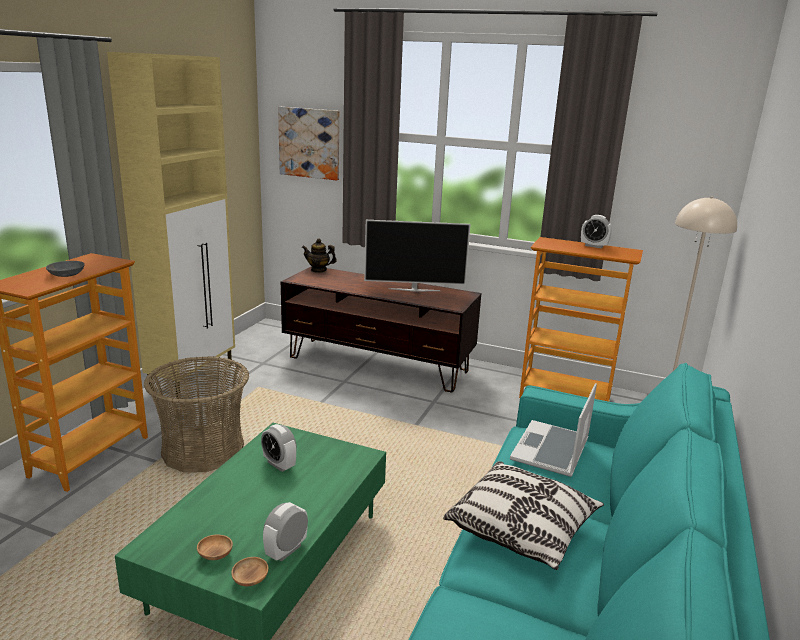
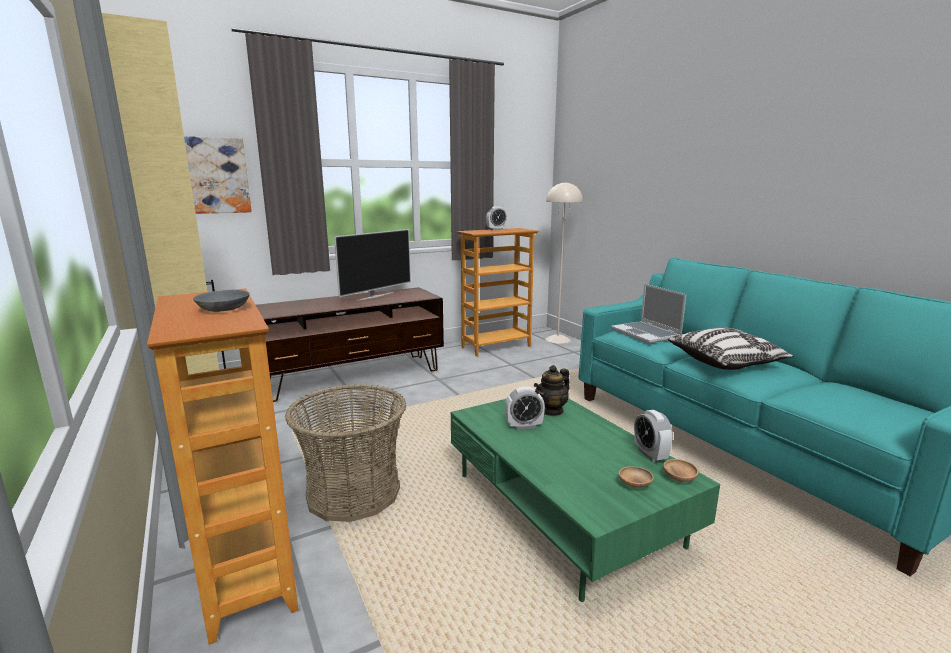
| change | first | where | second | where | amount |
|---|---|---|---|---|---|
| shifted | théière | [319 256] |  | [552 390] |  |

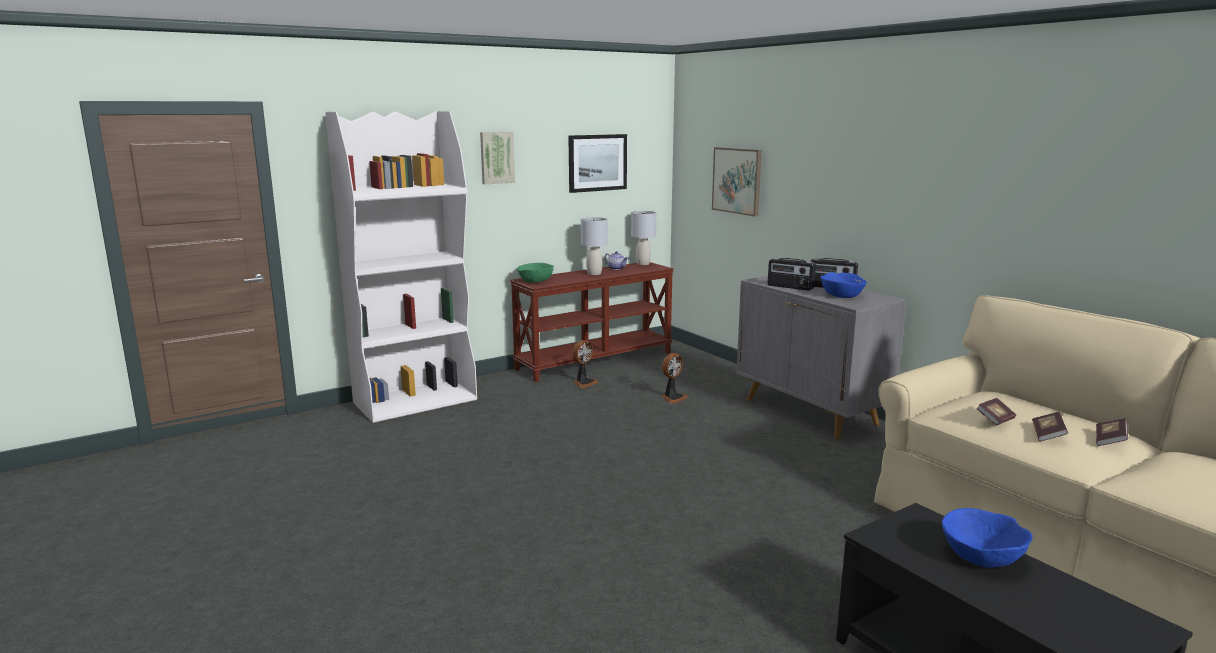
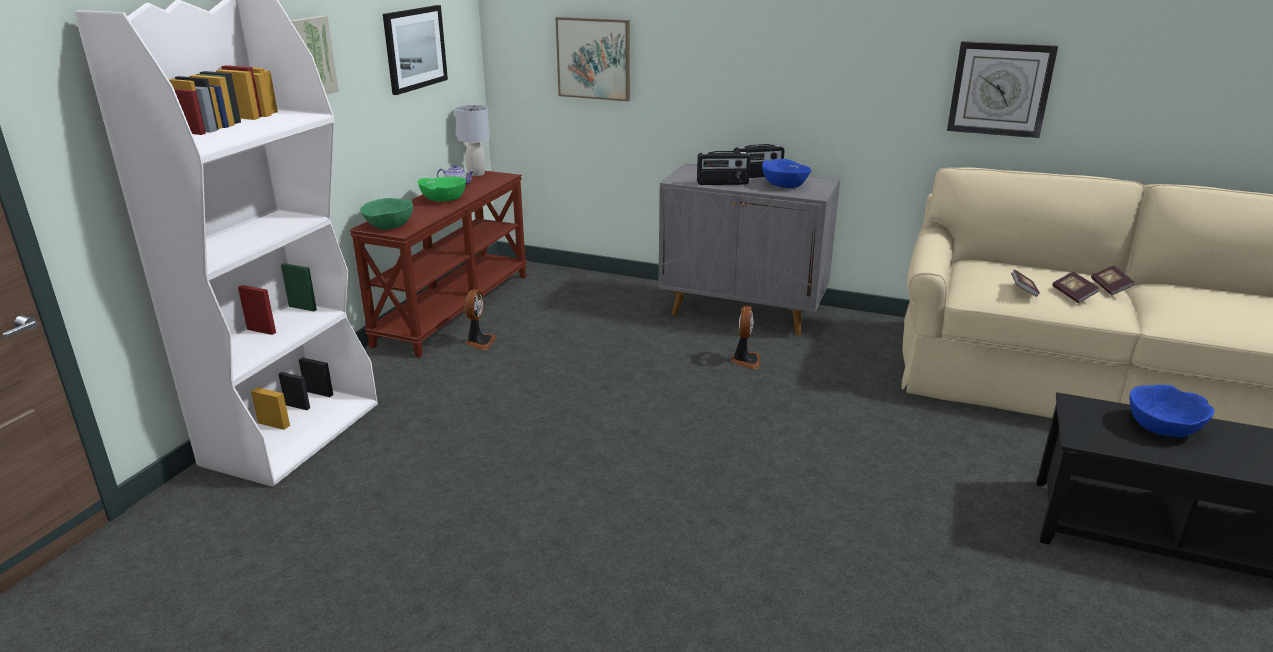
| change | first | where | second | where | amount |
|---|---|---|---|---|---|
| swapped | lampe de table/gris | [594 246] | bol/vert | [441 189] |  |
| shifted | ventilateur | [675 378] |  | [745 337] |  |
| new |  |  | horloge murale | [1002 89] |  |

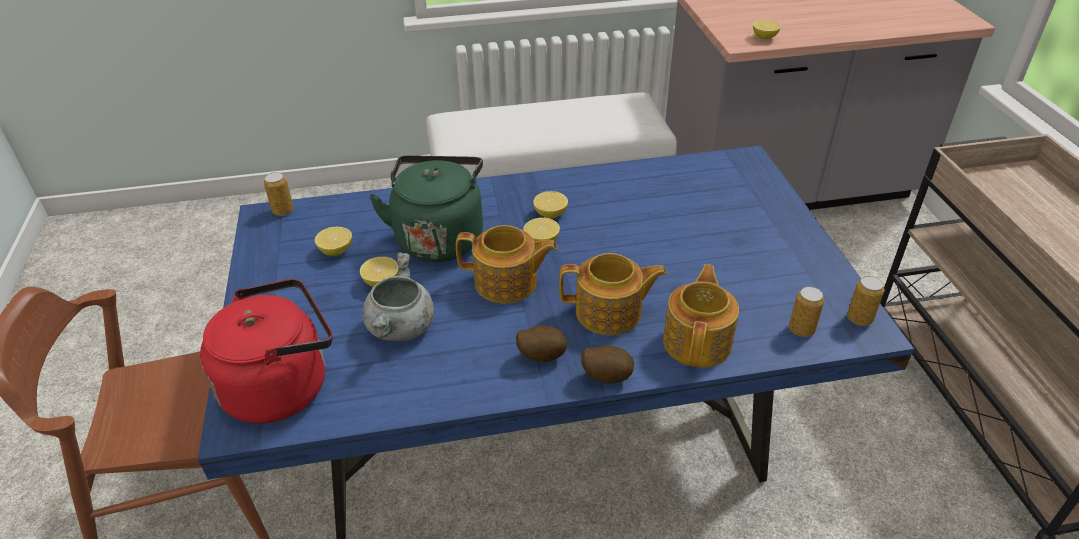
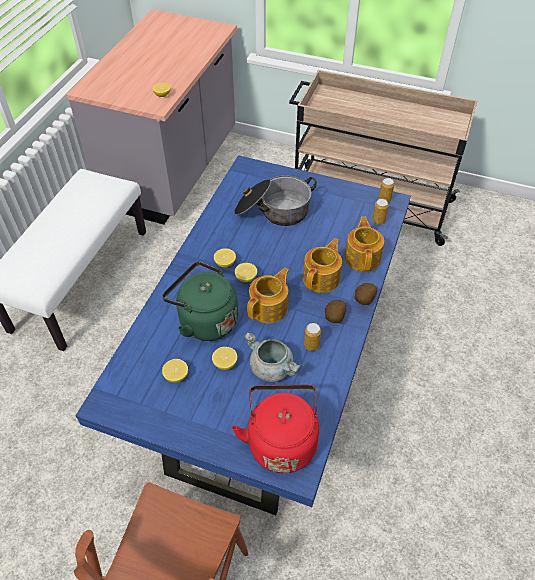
| change | first | where | second | where | amount |
|---|---|---|---|---|---|
| shifted | boîte métallique | [279 194] |  | [312 337] |  |
| rotated | théière | [701 316] |  | [364 244] | 45 degrees clockwise |
| new |  |  | marmite | [275 200] |  |

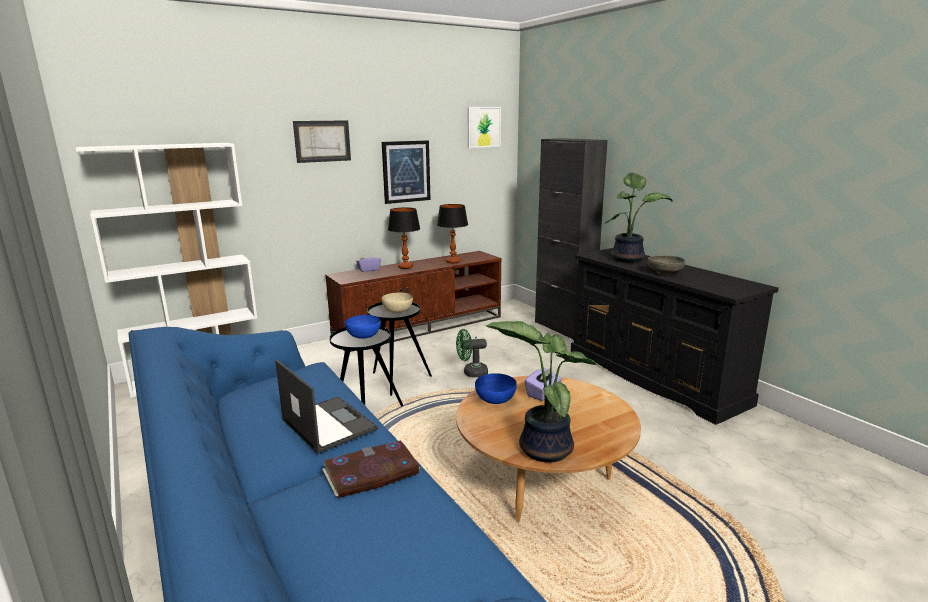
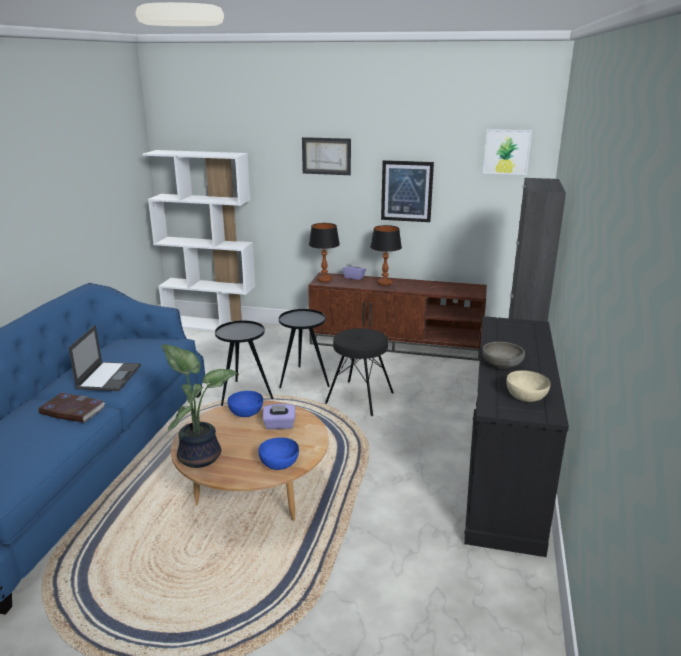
| change | first | where | second | where | amount |
|---|---|---|---|---|---|
| shifted | bol/bleu | [363 327] |  | [279 453] |  |
| shifted | bol/beige | [397 303] |  | [528 386] |  |
| shifted | lampe de table | [452 233] |  | [324 252] |  |
| swapped | ventilateur/vert | [472 353] | tabouret/noir | [359 372] |  |
| gone | plante en pot | [639 217] |  |  |  |

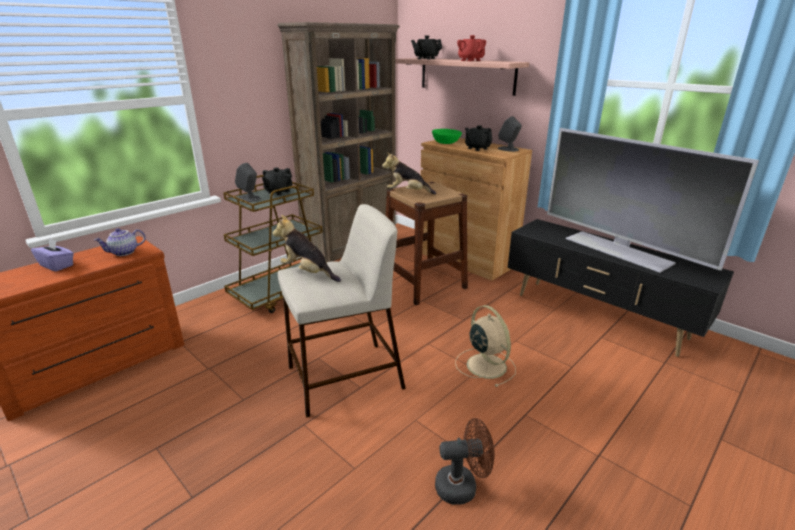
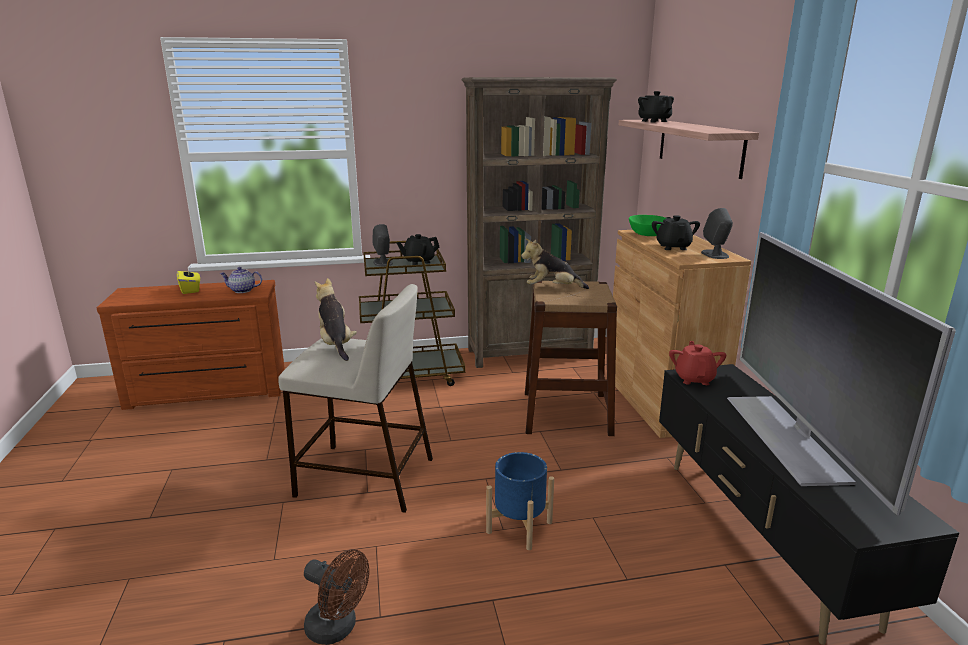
| change | first | where | second | where | amount |
|---|---|---|---|---|---|
| repainted | boîte à mouchoirs/violet | [52 254] | boîte à mouchoirs/jaune | [188 281] |  |
| rotated | peluche | [409 173] |  | [555 263] | 45 degrees counterclockwise |
| swapped | ventilateur/beige | [485 346] | cache-pot/bleu | [520 501] |  |
| shifted | théière/rouge | [471 48] |  | [698 363] |  |

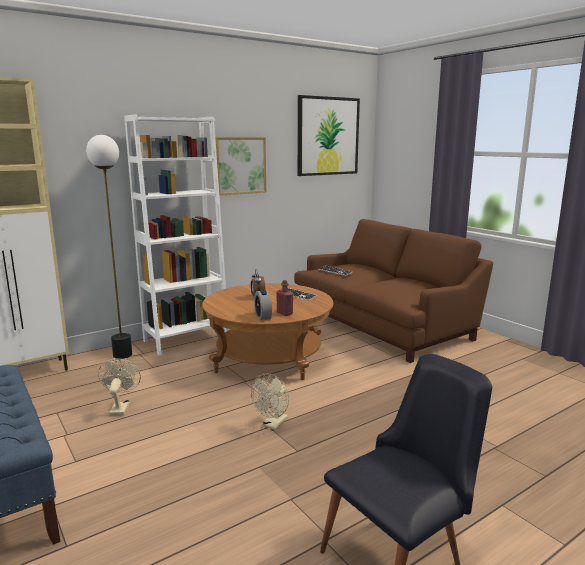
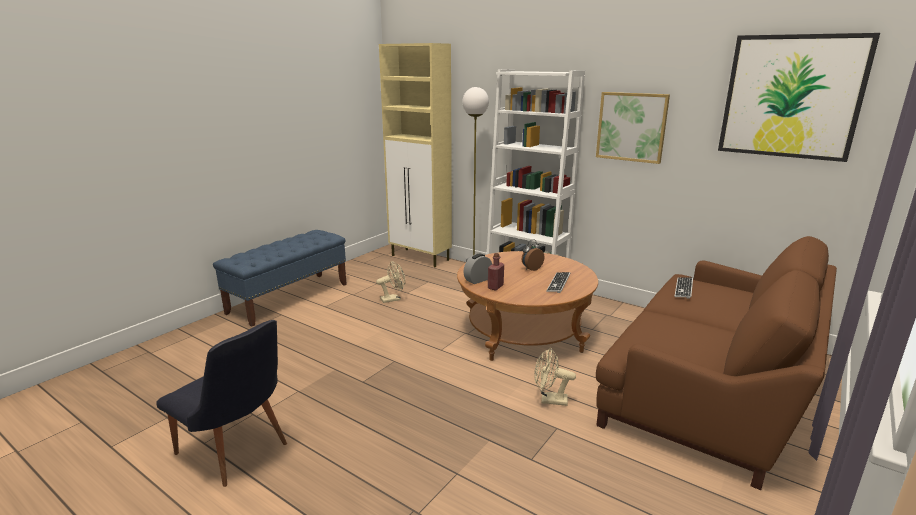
| change | first | where | second | where | amount |
|---|---|---|---|---|---|
| shifted | ventilateur/beige | [270 402] |  | [555 377] |  |

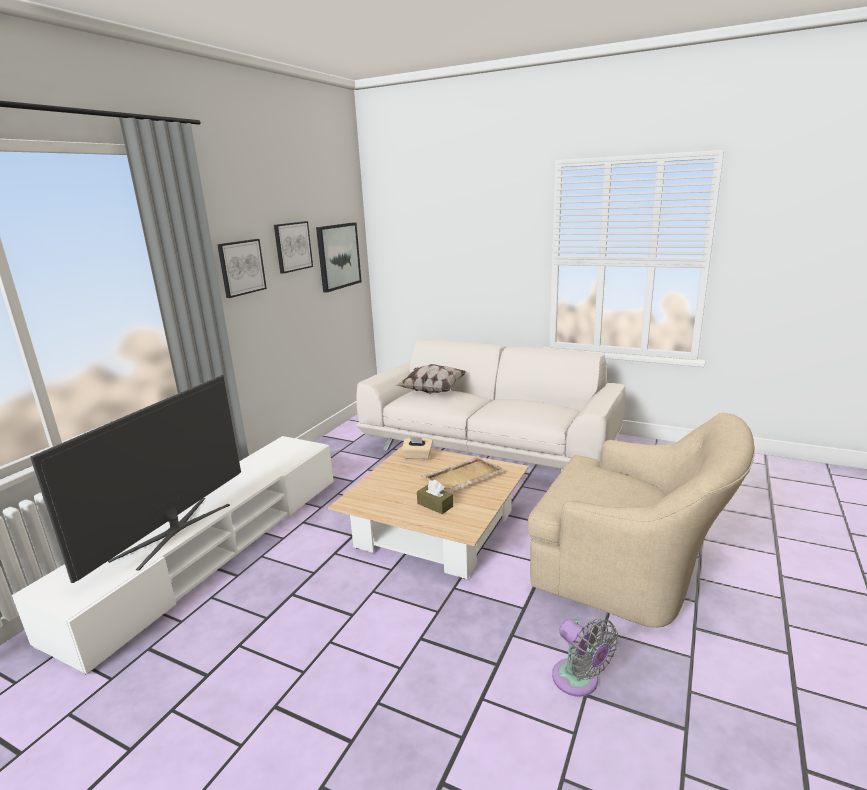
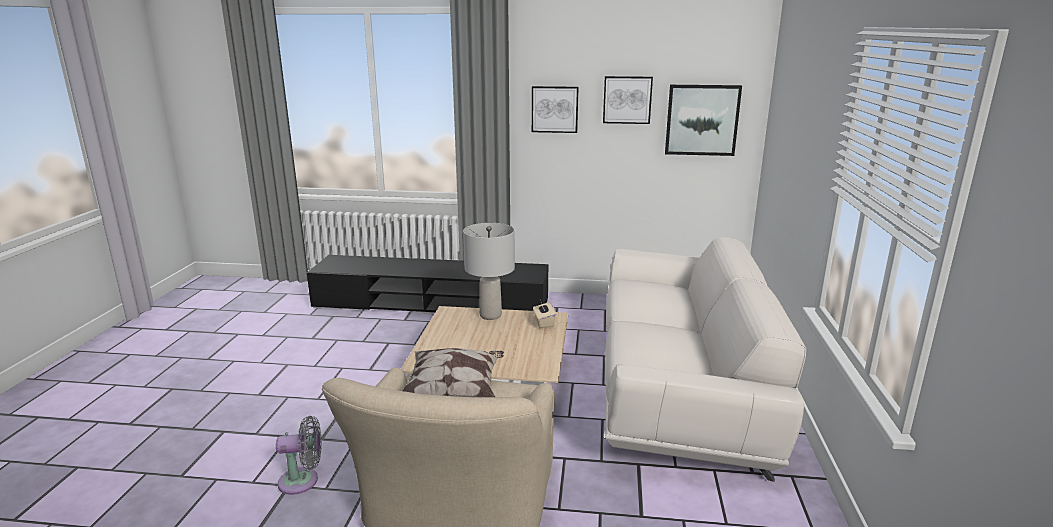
| change | first | where | second | where | amount |
|---|---|---|---|---|---|
| repainted | meuble télé/blanc | [173 555] | meuble télé/noir | [427 284] |  |
| gone | téléviseur | [135 479] |  |  |  |
| shifted | coussin | [431 379] |  | [453 372] |  |
| gone | boîte à mouchoirs/marron | [435 497] |  |  |  |
| gone | plateau/beige | [463 474] |  |  |  |
| rotated | ventilateur/gris | [585 658] |  | [299 455] | 135 degrees counterclockwise |
| new |  |  | lampe de table/gris | [489 271] |  |

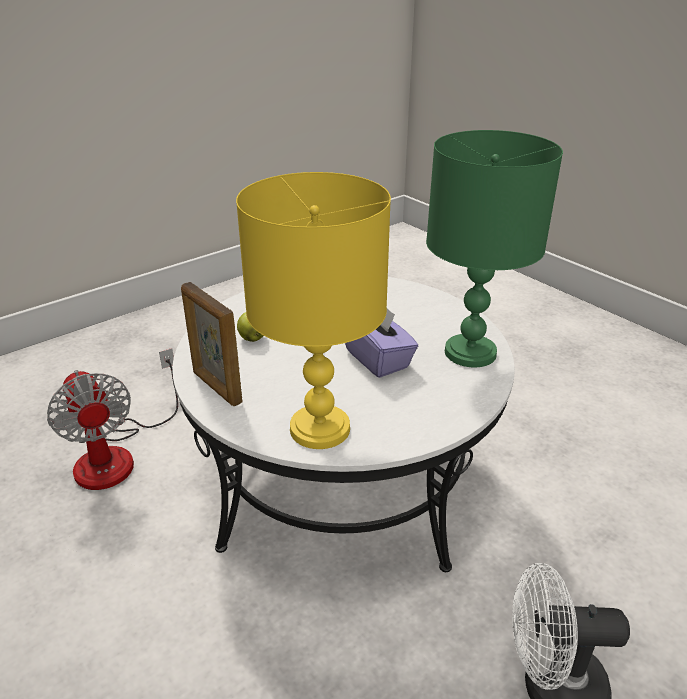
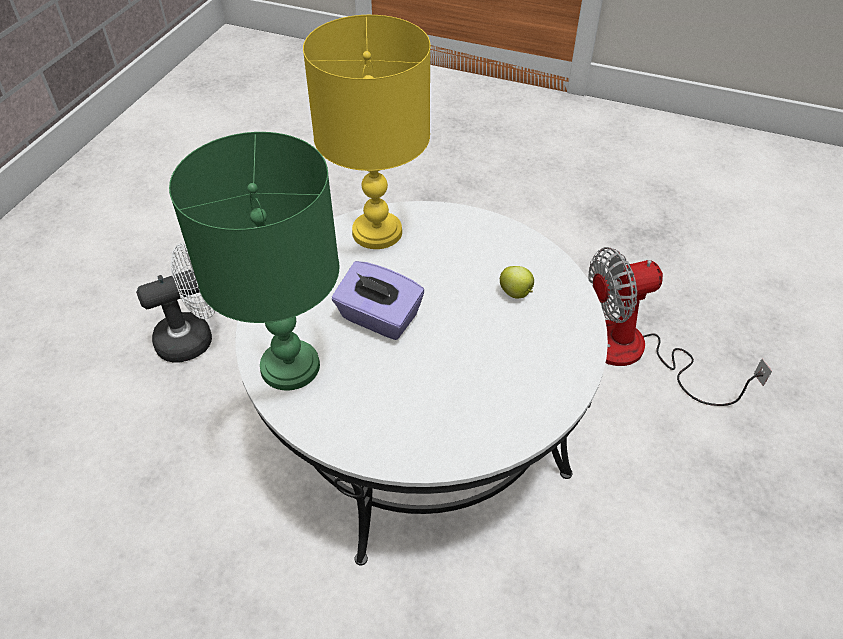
| change | first | where | second | where | amount |
|---|---|---|---|---|---|
| rotated | ventilateur | [112 419] |  | [680 326] | 45 degrees counterclockwise |
| gone | cadre photo | [212 344] |  |  |  |

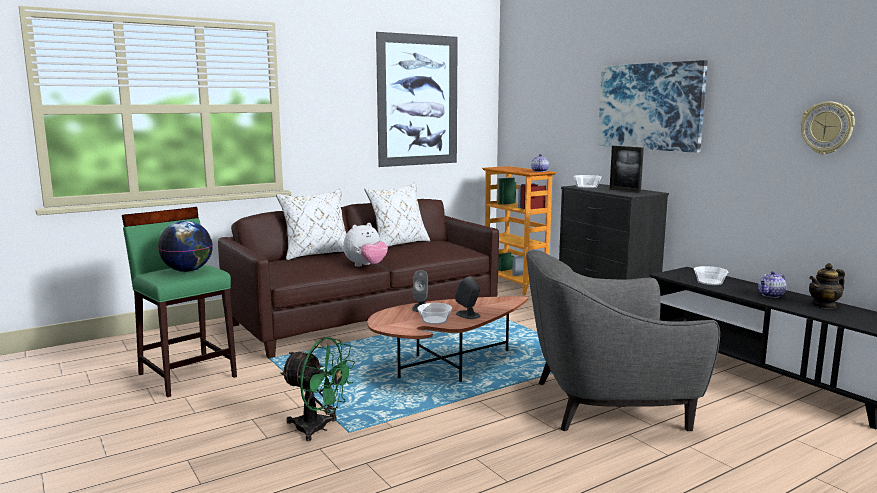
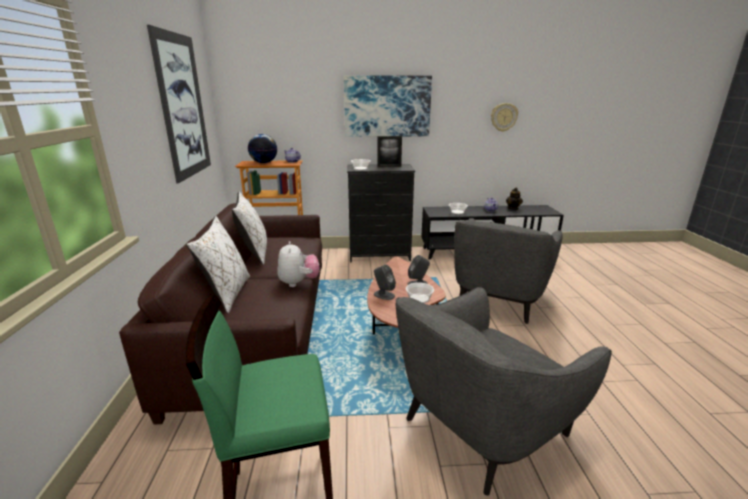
| change | first | where | second | where | amount |
|---|---|---|---|---|---|
| shifted | globe | [185 246] |  | [262 148] |  |
| swapped | ventilateur/vert | [317 389] | fauteuil/gris | [504 391] |  |

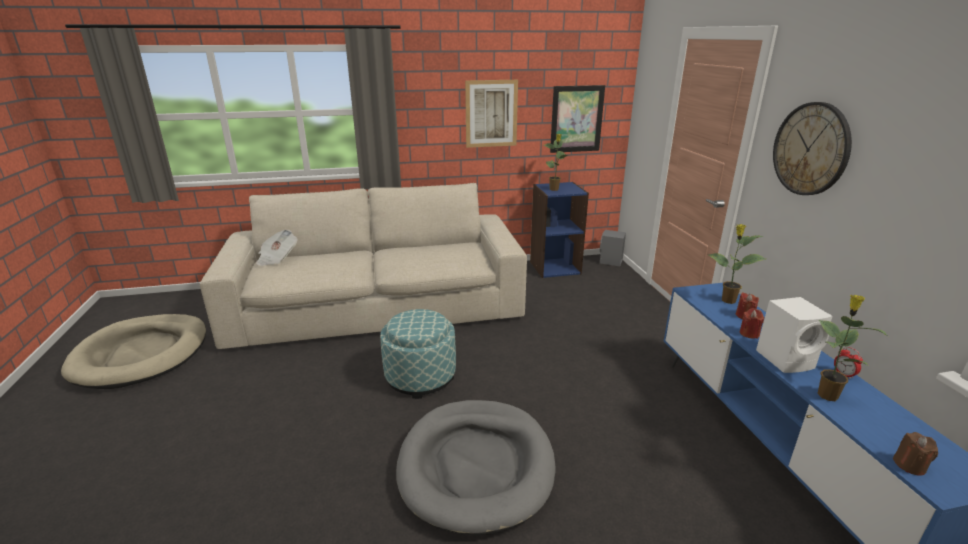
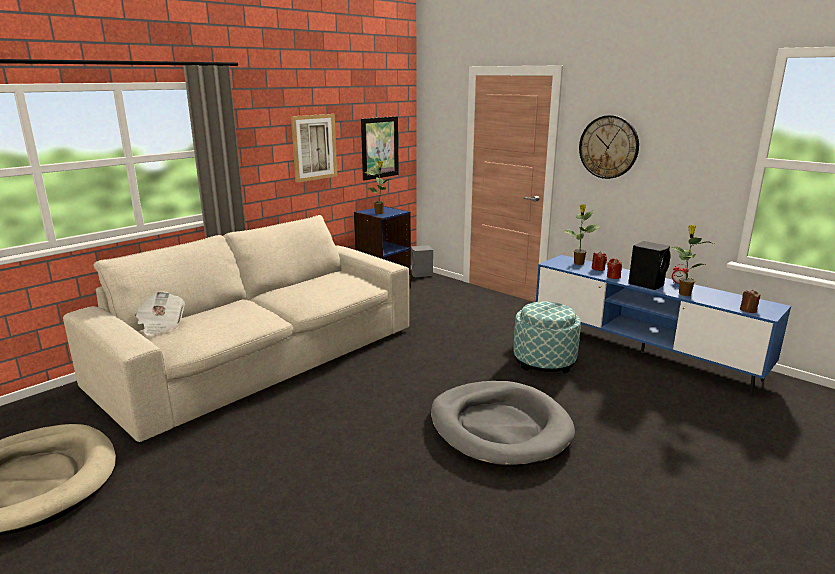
| change | first | where | second | where | amount |
|---|---|---|---|---|---|
| shifted | pouf | [418 354] |  | [547 337] |  |
| repainted | enceinte/blanc | [794 335] | enceinte/noir | [649 265] |  |

